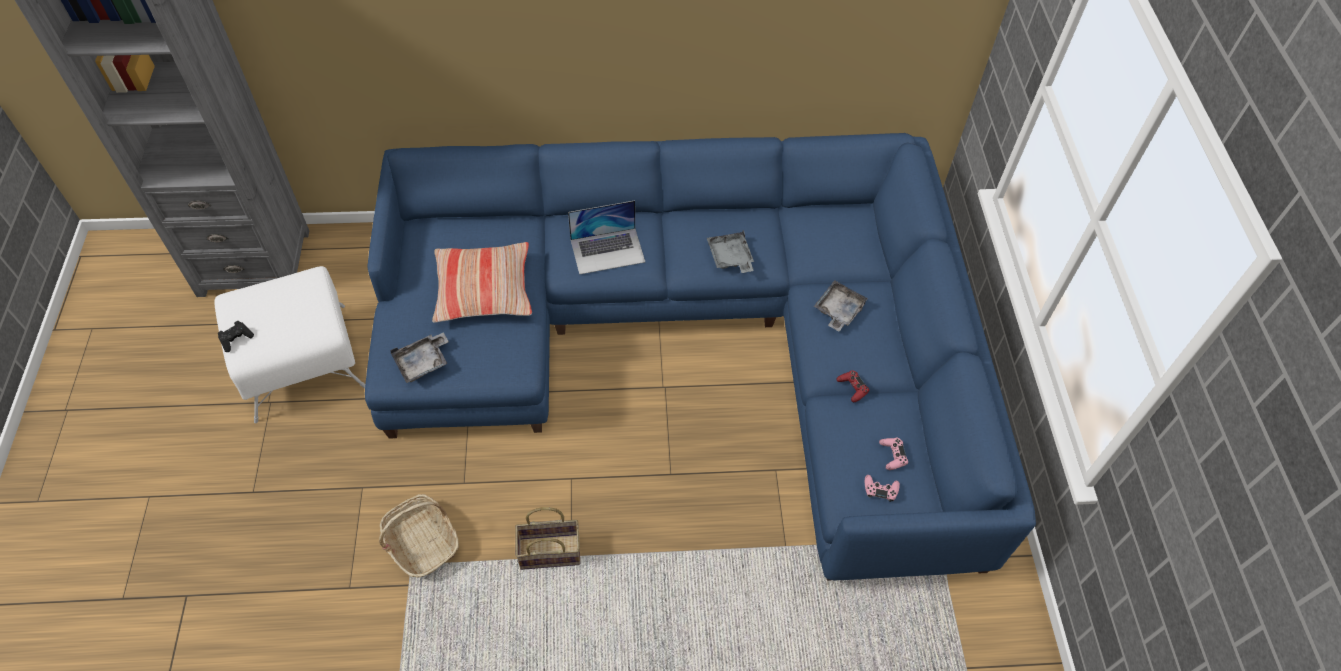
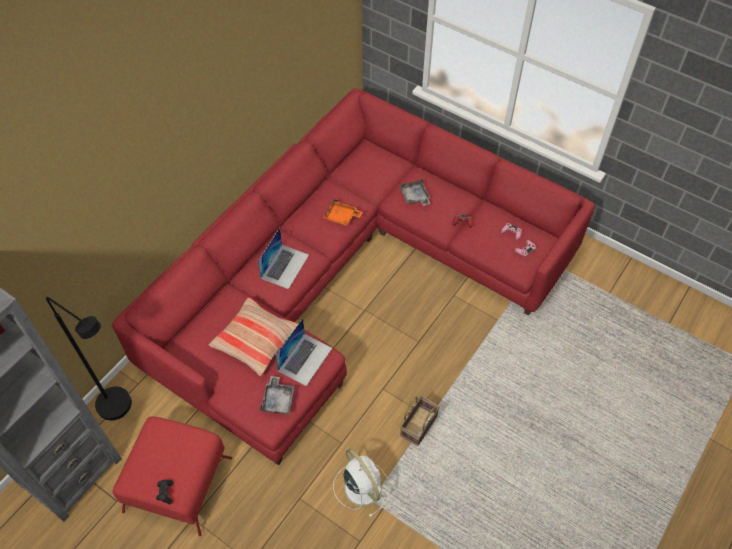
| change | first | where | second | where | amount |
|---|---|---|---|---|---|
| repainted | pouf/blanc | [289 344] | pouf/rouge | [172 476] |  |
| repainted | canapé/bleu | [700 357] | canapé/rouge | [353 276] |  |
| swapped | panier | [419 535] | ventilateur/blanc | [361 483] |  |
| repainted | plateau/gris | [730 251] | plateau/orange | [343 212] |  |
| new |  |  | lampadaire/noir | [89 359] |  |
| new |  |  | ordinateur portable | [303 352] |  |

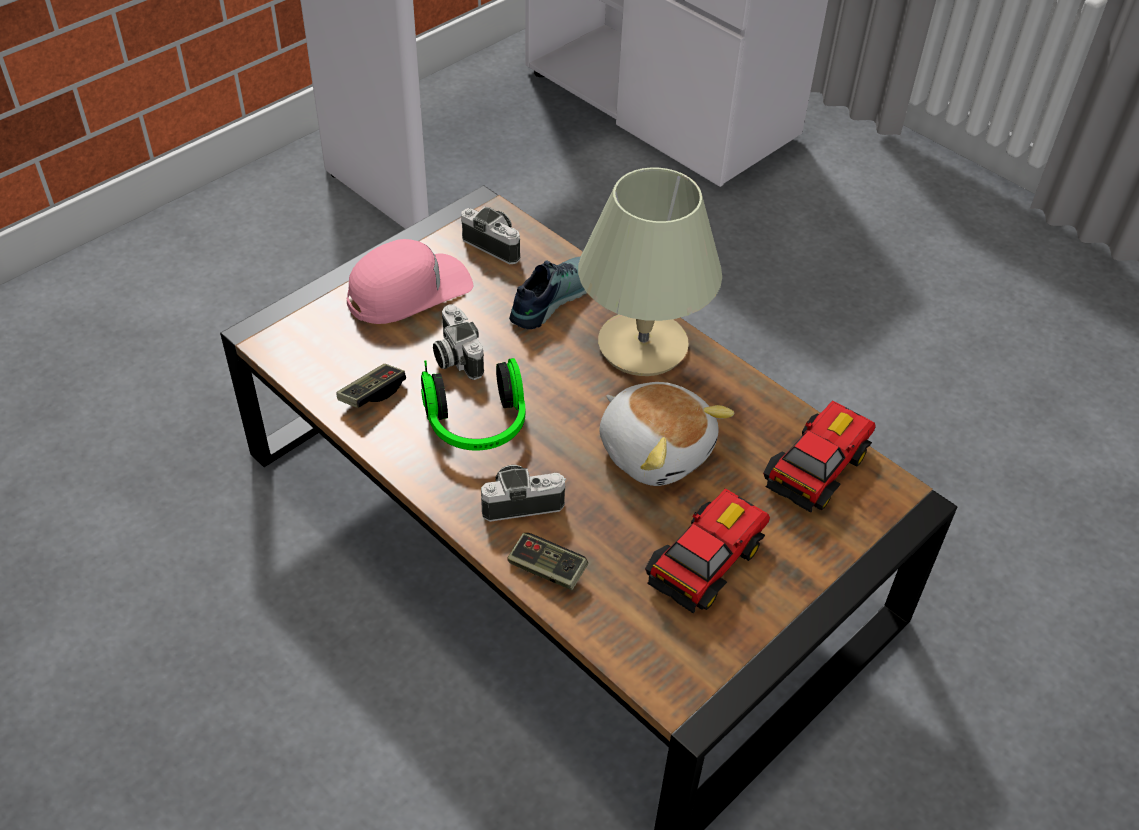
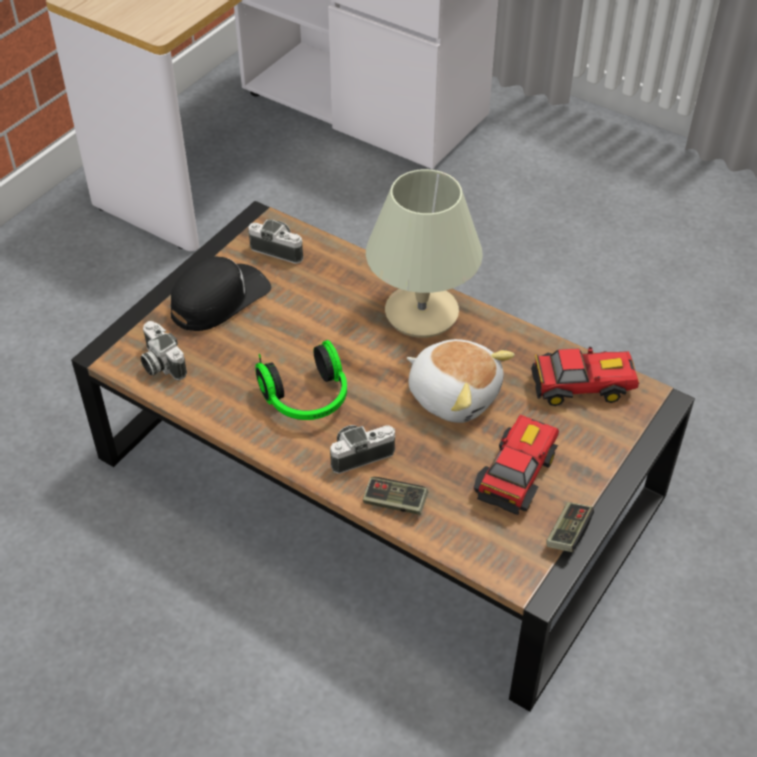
| change | first | where | second | where | amount |
|---|---|---|---|---|---|
| shifted | manette | [371 386] |  | [570 527] |  |
| repainted | casquette/rose | [410 281] | casquette/noir | [221 294] |  |
| shifted | appareil photo | [458 342] |  | [163 351] |  |
| gone | chaussure | [548 292] |  |  |  |
| rotated | petite voiture | [819 456] |  | [585 376] | 60 degrees clockwise |

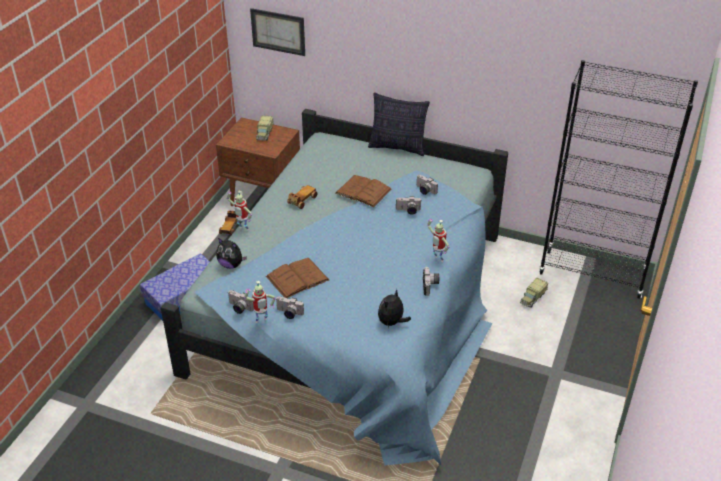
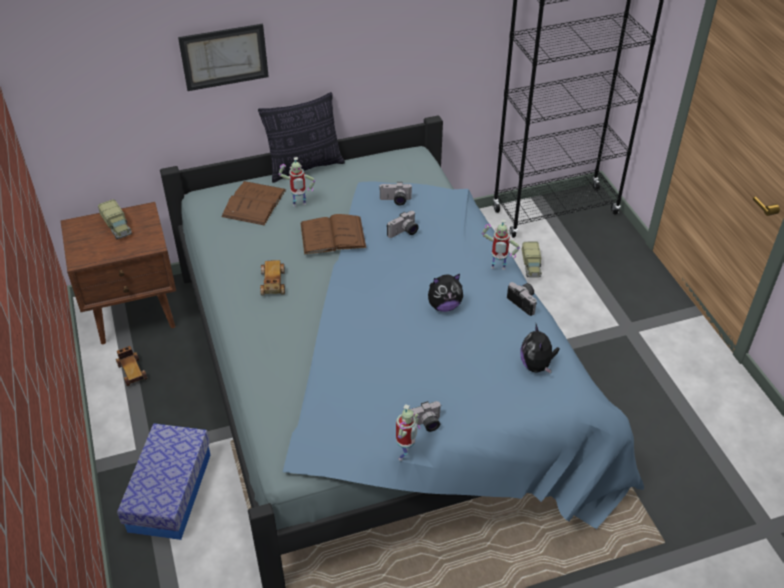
| change | first | where | second | where | amount |
|---|---|---|---|---|---|
| shifted | peluche | [231 253] |  | [445 293] |  |
| shifted | robot jouet | [239 211] |  | [296 182] |  |
| gone | appareil photo | [241 302] |  |  |  |
| shifted | tableau | [277 32] |  | [223 57] |  |
| shifted | livre/marron | [297 278] |  | [253 203] |  |

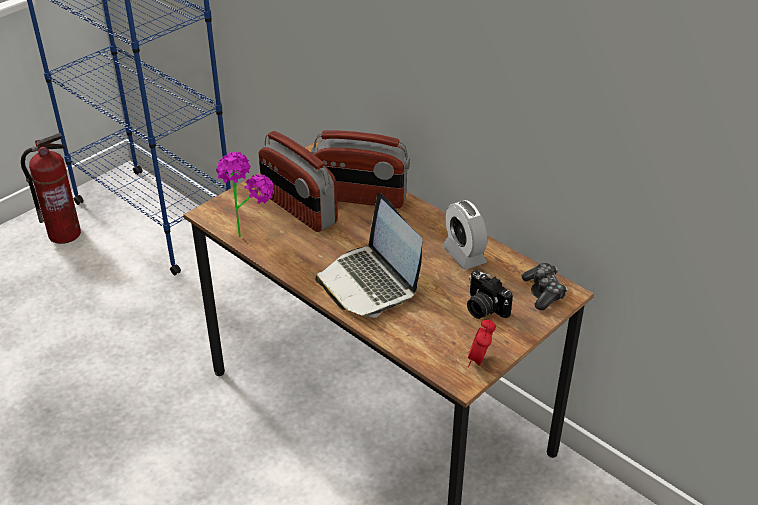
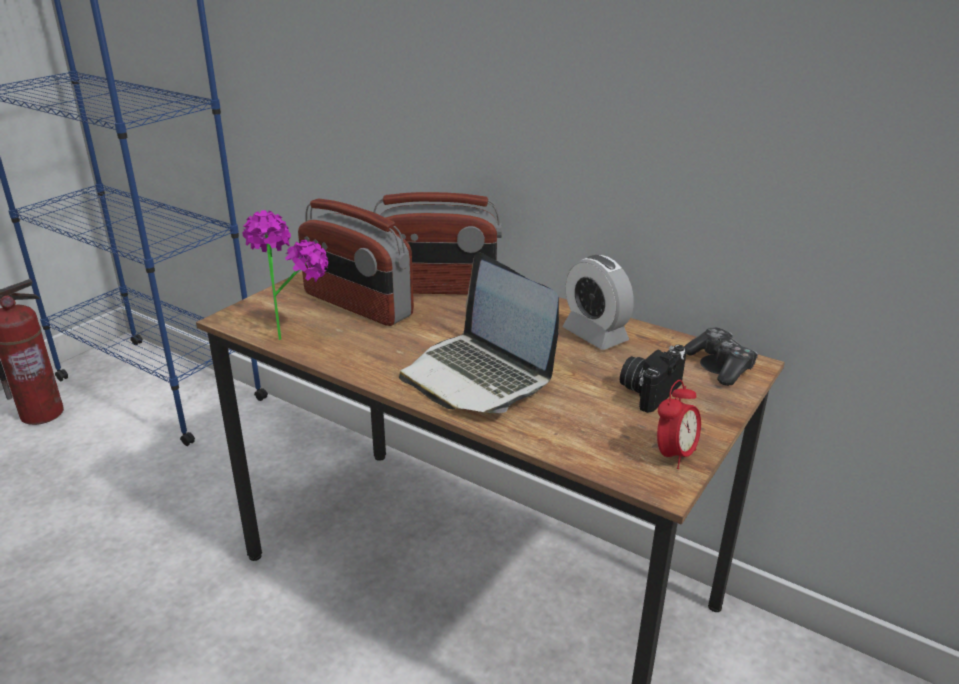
| change | first | where | second | where | amount |
|---|---|---|---|---|---|
| rotated | appareil photo | [490 294] |  | [653 379] | 90 degrees clockwise |
| rotated | réveil | [482 343] |  | [679 424] | 150 degrees counterclockwise |

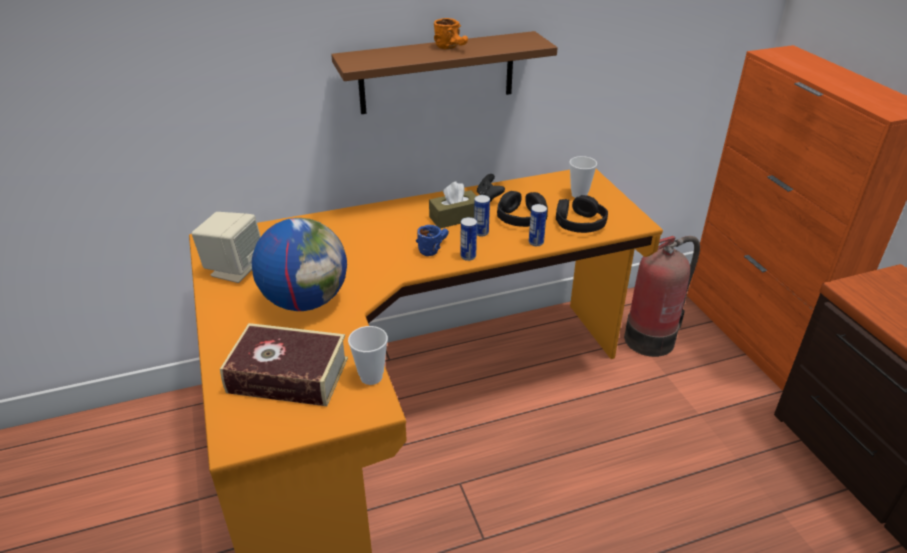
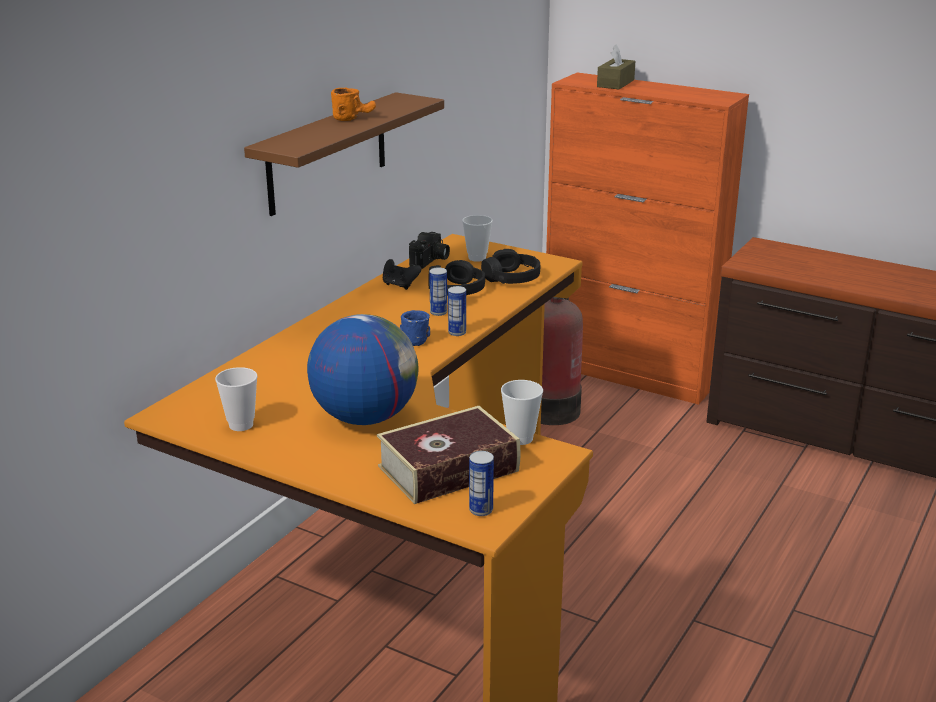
| change | first | where | second | where | amount |
|---|---|---|---|---|---|
| swapped | enceinte/beige | [226 247] | tasse | [236 399] |  |
| shifted | boîte à mouchoirs/marron | [452 205] |  | [616 67] |  |
| shifted | boîte métallique | [538 225] |  | [481 483] |  |
| new |  |  | appareil photo | [429 250] |  |

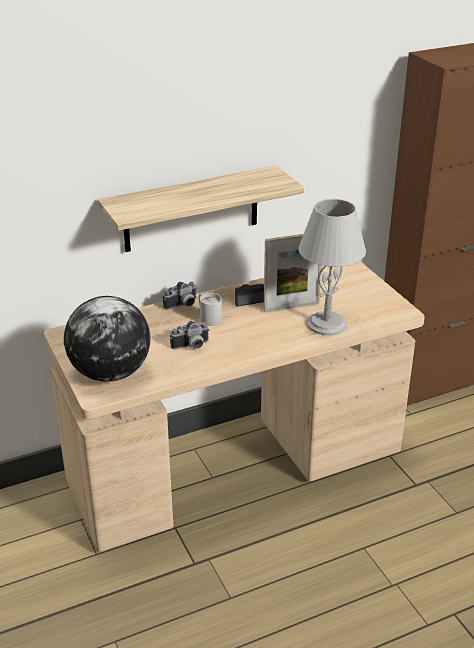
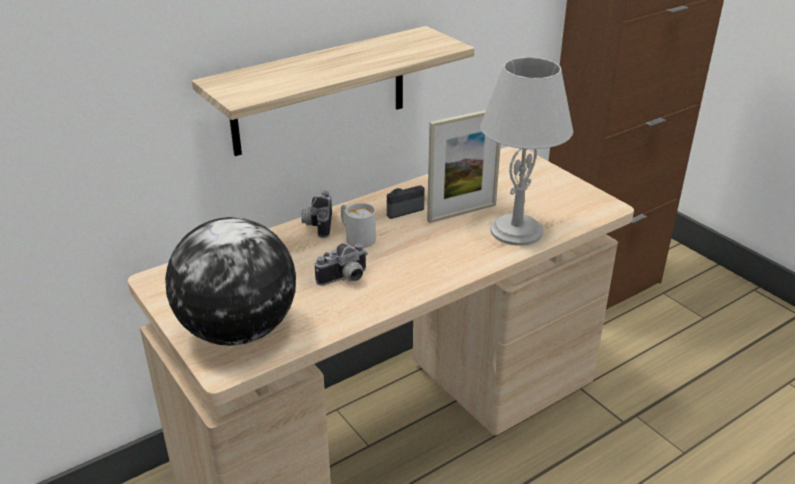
| change | first | where | second | where | amount |
|---|---|---|---|---|---|
| rotated | appareil photo | [180 296] |  | [316 214] | 135 degrees clockwise |

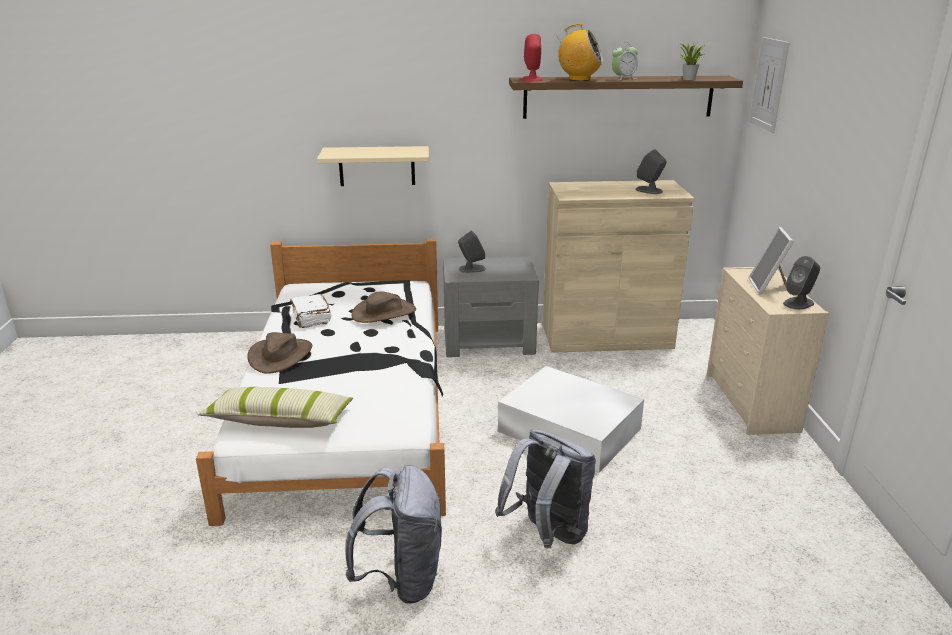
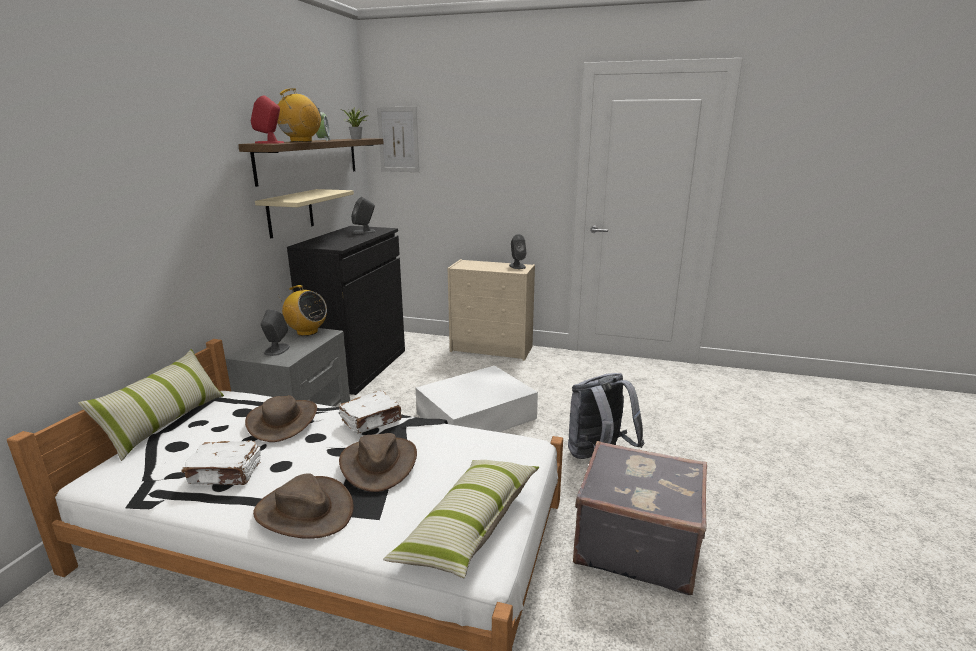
| change | first | where | second | where | amount |
|---|---|---|---|---|---|
| shifted | étagère/beige | [373 166] |  | [304 214] |  |
| swapped | sac à dos/gris | [393 534] | valise/gris | [640 518] |  |
| repainted | meuble de rangement/beige | [618 266] | meuble de rangement/noir | [346 310] |  |
| gone | cadre photo | [771 261] |  |  |  |
| new |  |  | coussin | [151 405] |  |
| new |  |  | radio | [303 310] |  |
| new |  |  | livre/blanc | [370 412] |  |
| new |  |  | chapeau/marron | [378 462] |  |

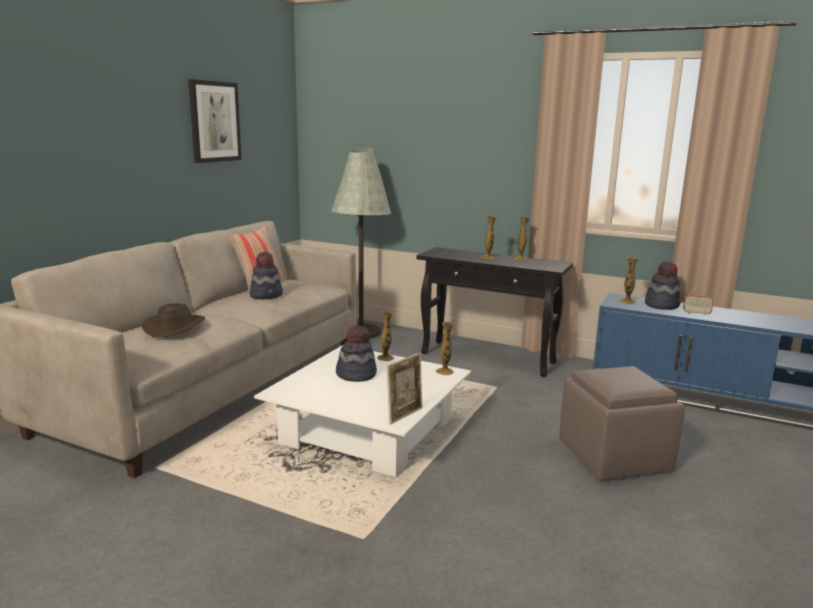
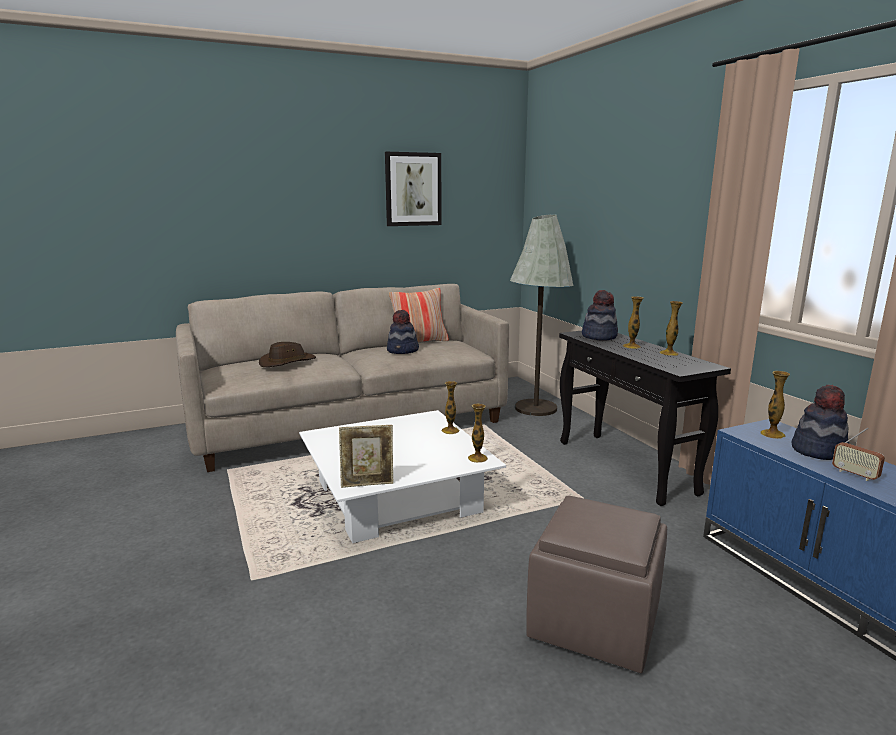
| change | first | where | second | where | amount |
|---|---|---|---|---|---|
| shifted | chapeau | [356 353] |  | [600 315] |  |

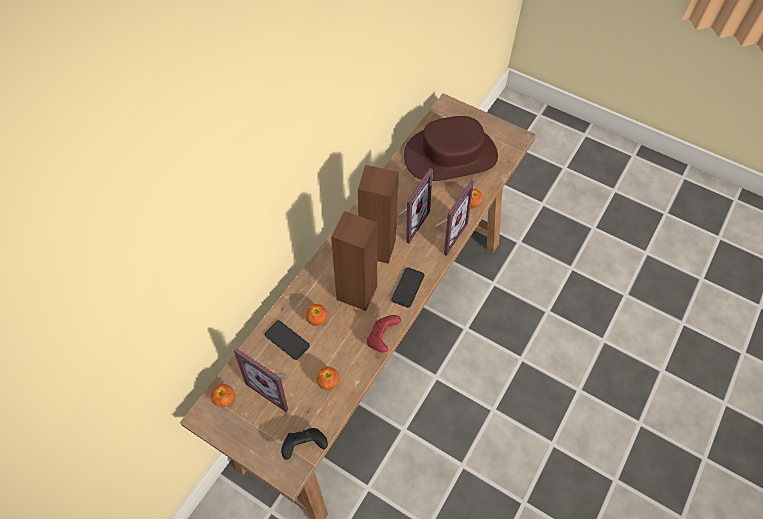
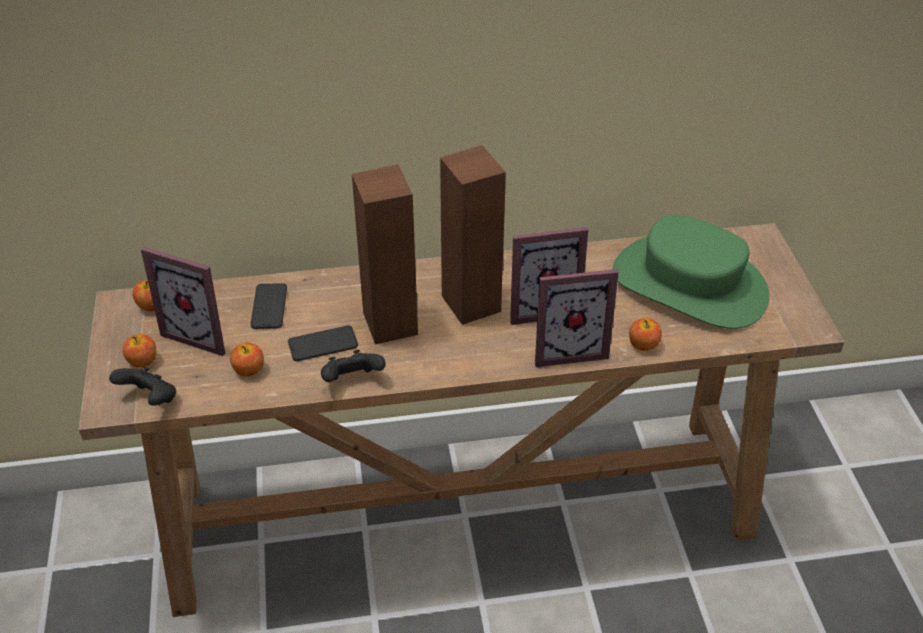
| change | first | where | second | where | amount |
|---|---|---|---|---|---|
| rotated | cadre photo | [261 380] |  | [183 301] | 60 degrees counterclockwise |
| shifted | pomme | [316 315] |  | [139 350] |  |
| repainted | manette/rouge | [384 334] | manette/noir | [353 366] |  |
| shifted | téléphone | [407 287] |  | [323 343] |  |
| repainted | chapeau/marron | [451 148] | chapeau/vert | [691 272] |  |

